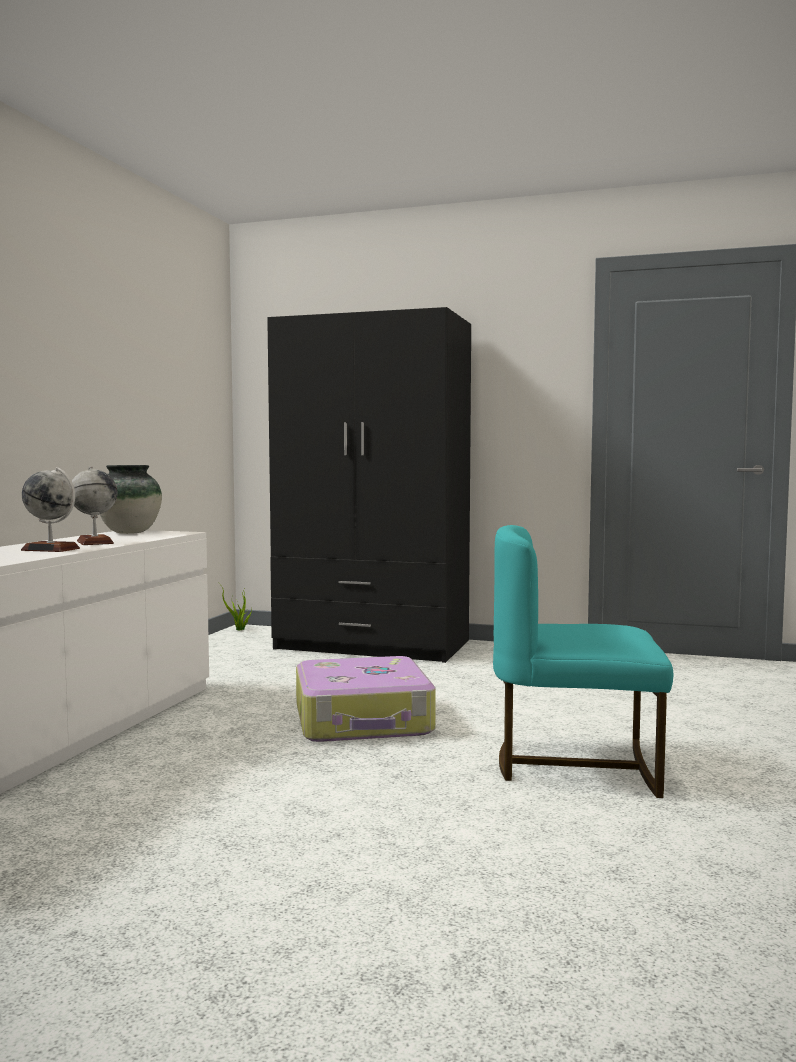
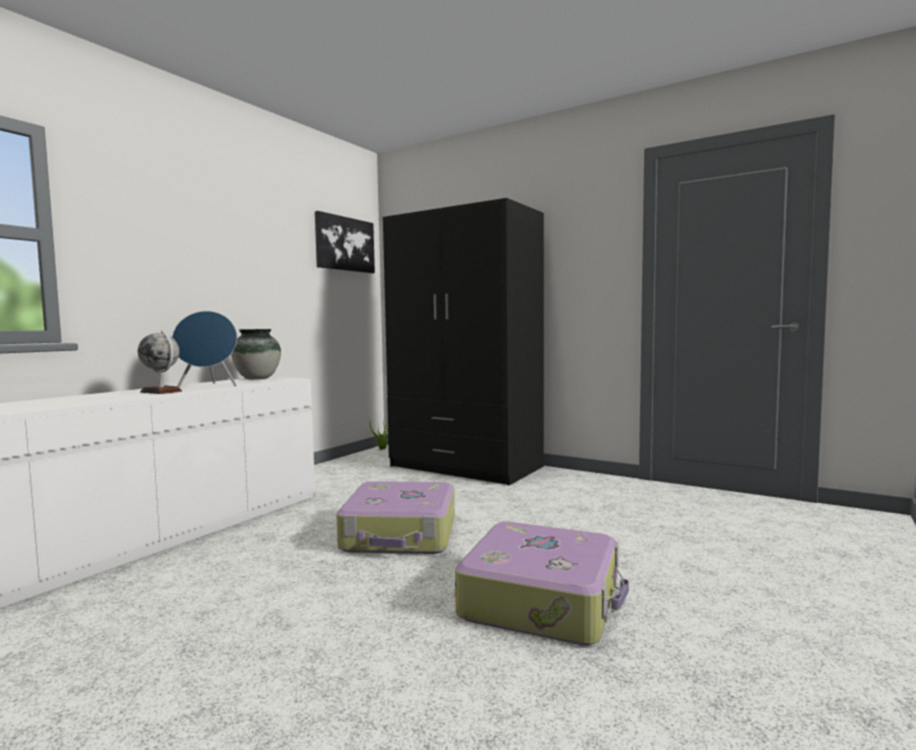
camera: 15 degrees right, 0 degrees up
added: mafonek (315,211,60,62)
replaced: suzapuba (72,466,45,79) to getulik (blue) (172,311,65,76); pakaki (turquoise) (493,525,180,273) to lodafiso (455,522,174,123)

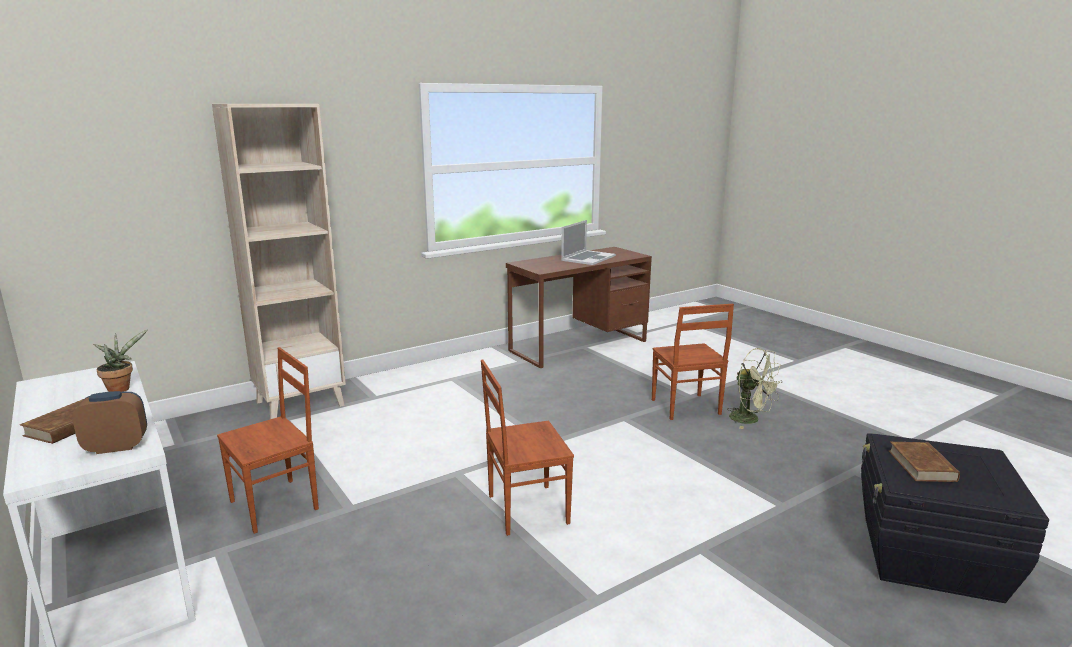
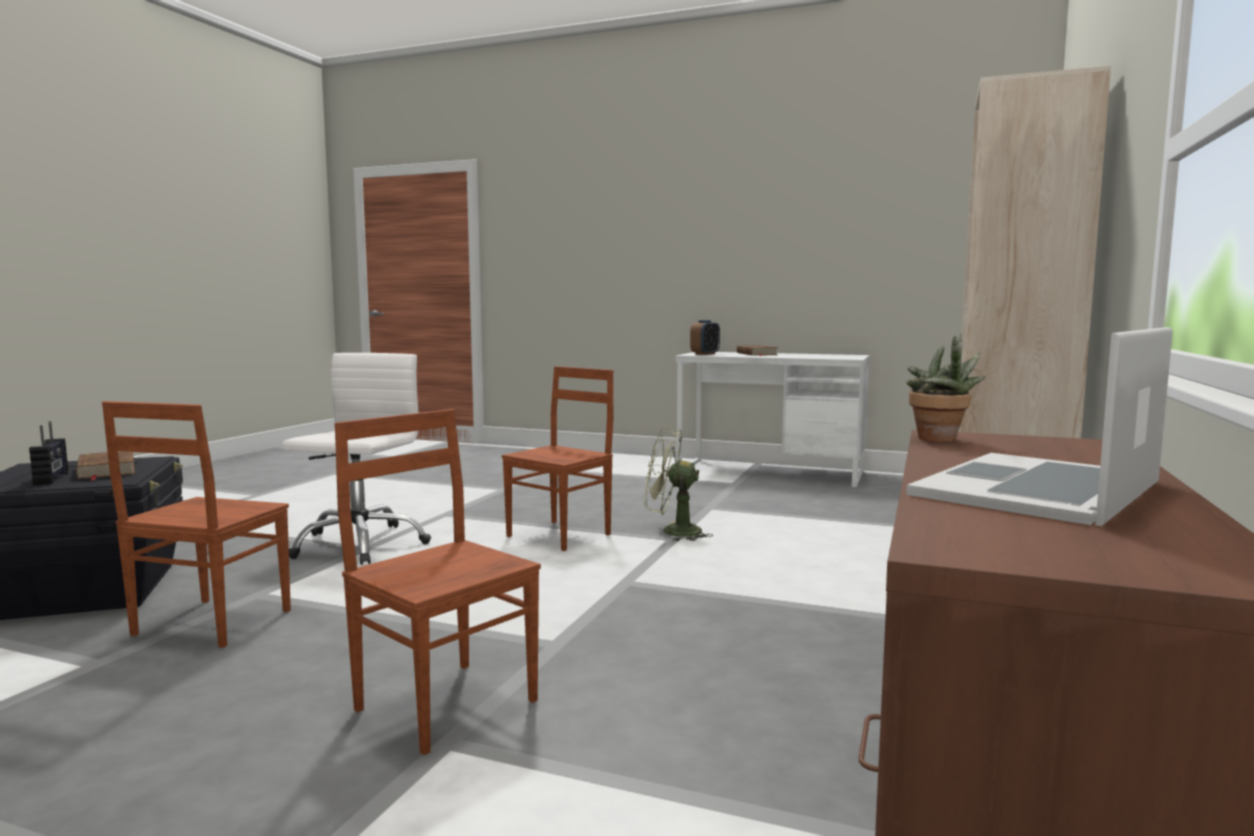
camera: 145 degrees right, 10 degrees down
added: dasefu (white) (282,353,149,212); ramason (29,422,39,63)
moved: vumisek (93,329,55,63) to (906,333,80,109); pakaki (brown) (217,347,102,187) to (102,401,189,247); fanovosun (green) (727,348,55,81) to (644,428,69,113)
turned: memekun (561,220,55,45) = (906,327,267,199) 45 degrees clockwise

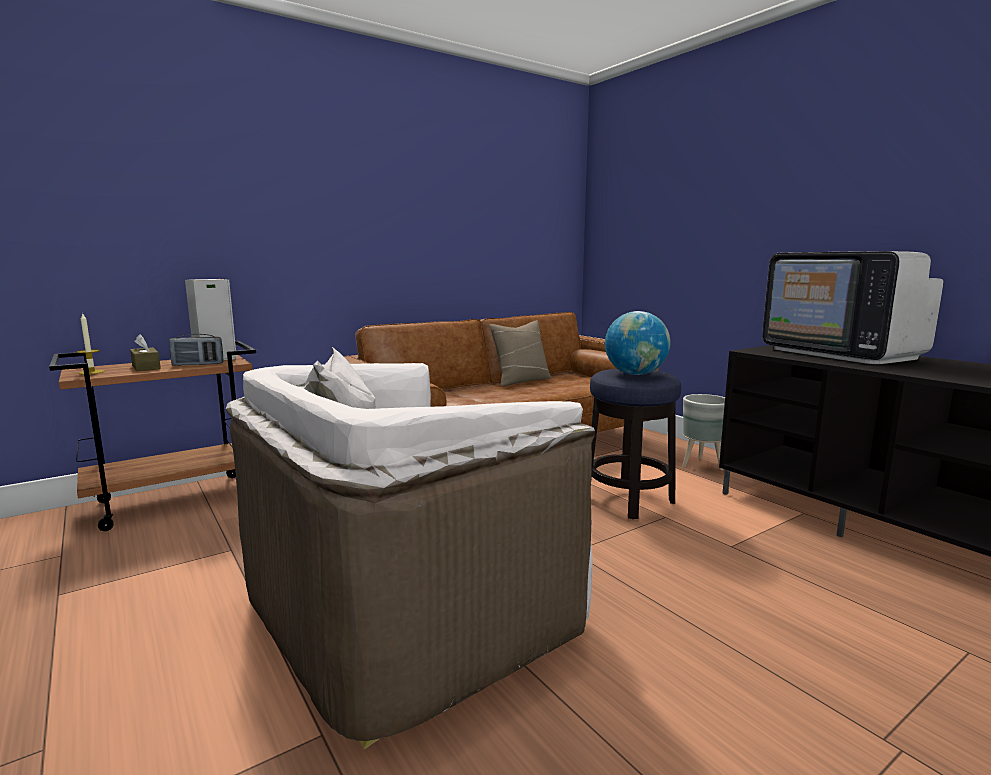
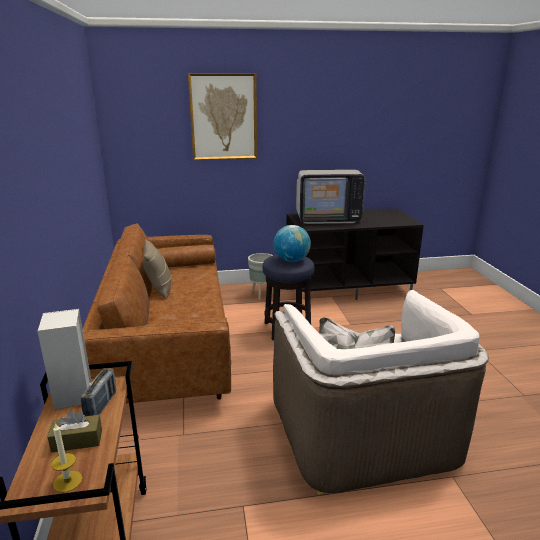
camera: 65 degrees left, 10 degrees up
added: mafonek (188,73,69,87)

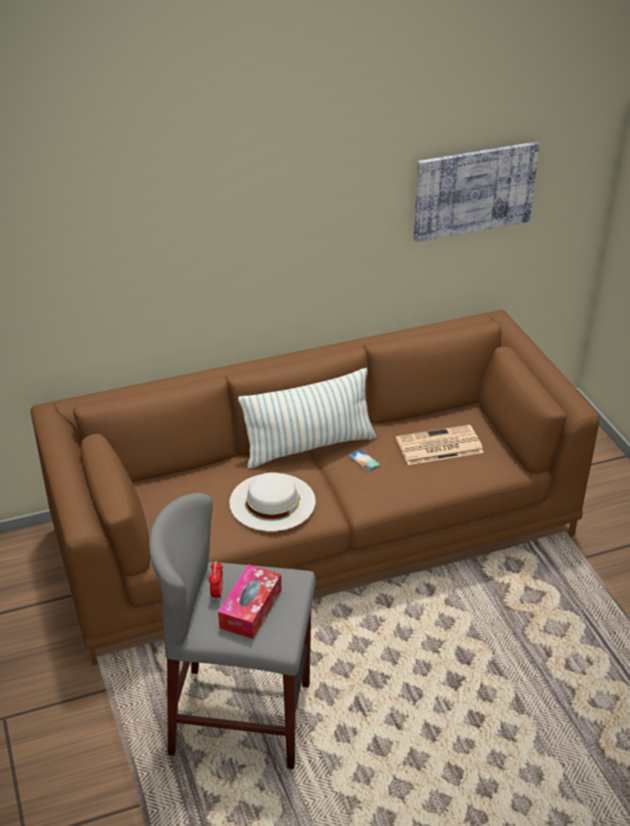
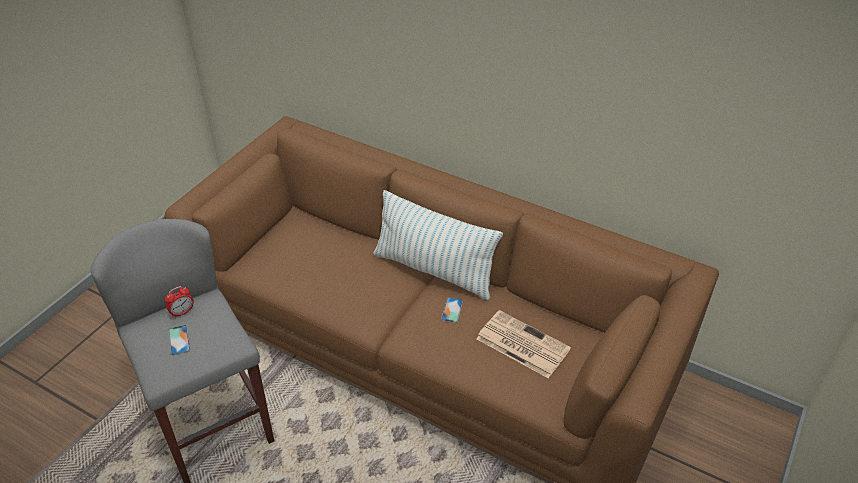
camera: 50 degrees right, 5 degrees up
removed: mafonek (413,142,127,100); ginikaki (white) (229,472,87,59)
replaced: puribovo (218,564,64,75) to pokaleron (168,325,22,30)

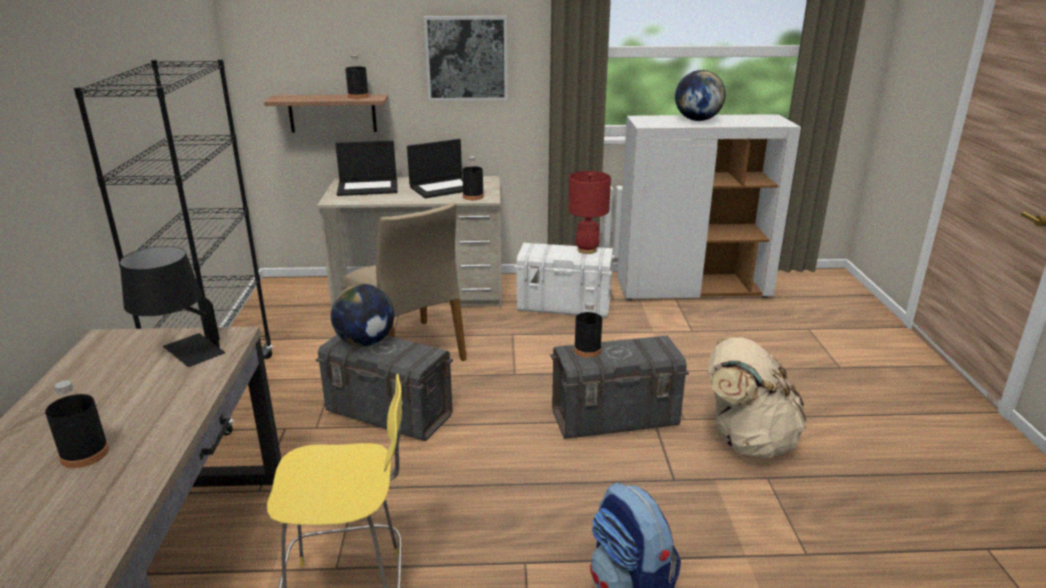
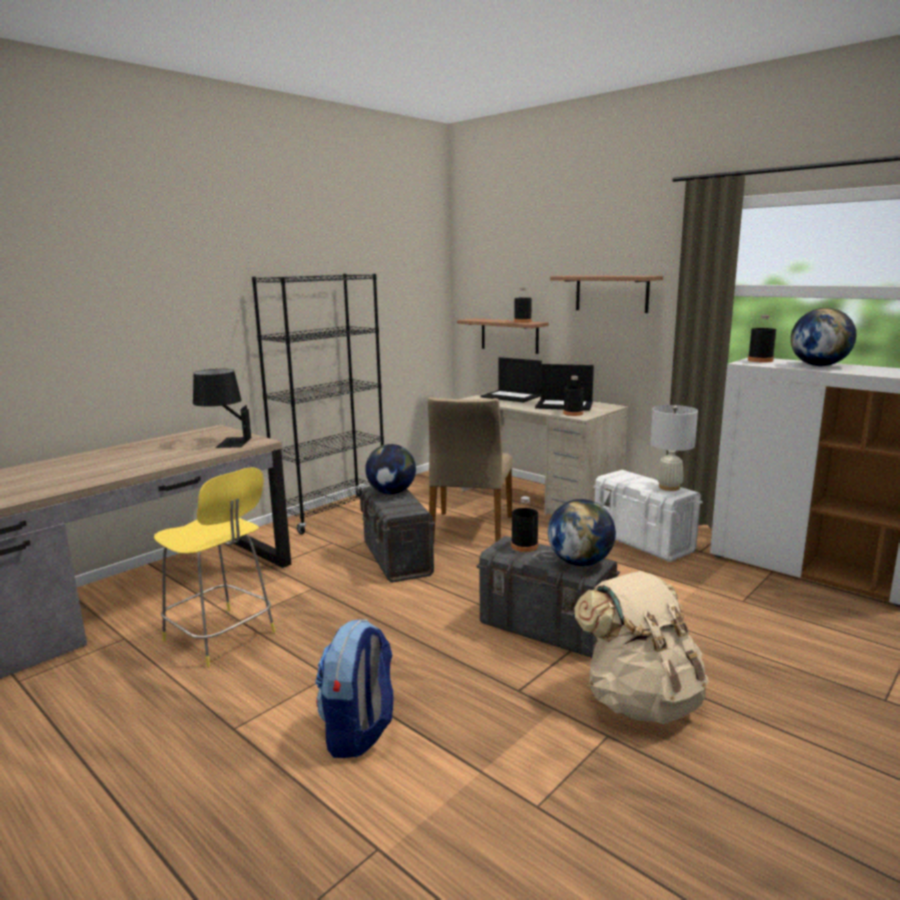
camera: 45 degrees right, 10 degrees down
added: suzapuba (548,499,68,67)
moved: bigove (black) (45,380,64,88) to (748,315,28,48)
replaced: mafonek (424,16,84,85) to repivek (550,276,113,37)
recoloured: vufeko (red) (568,171,43,83) to vufeko (white) (650,405,48,86)

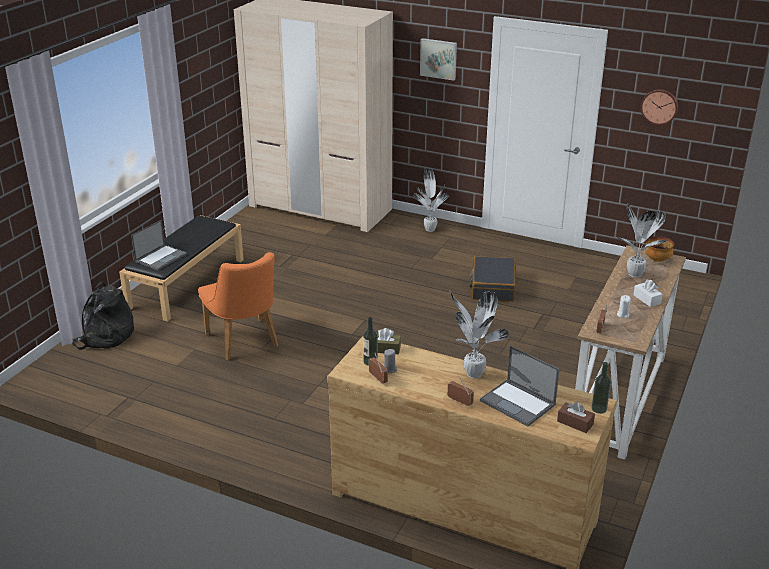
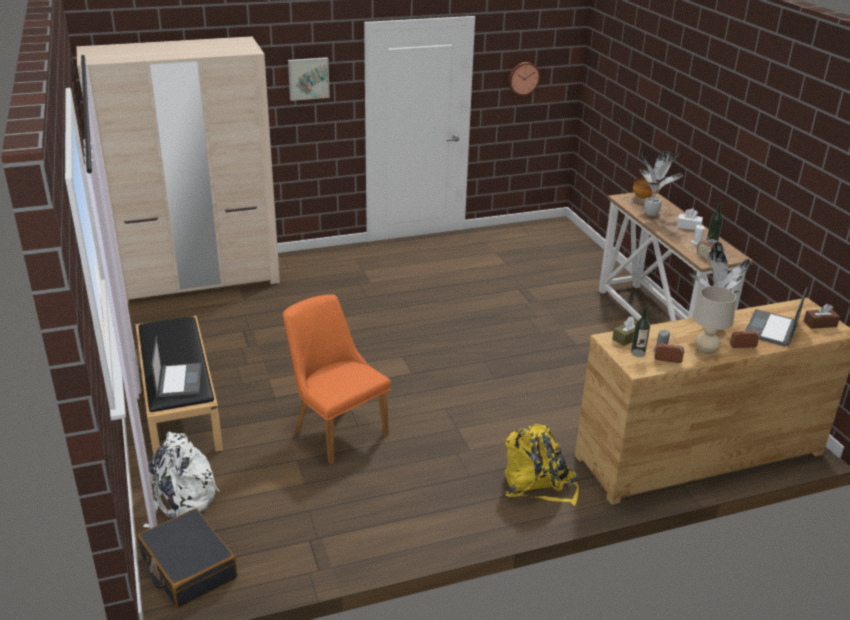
camera: 45 degrees left, 0 degrees up
removed: vumisek (413,168,35,64)
added: vufeko (beige) (693,286,43,69); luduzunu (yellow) (505,424,74,82)
moved: lodafiso (black) (469,256,47,46) to (137,508,100,100); bigove (592,362,19,52) to (707,202,16,42)
recoloured: luduzunu (black) (72,282,62,68) to luduzunu (white) (143,431,76,97)
turned: pakaki (orange) (198,252,80,109) = (283,295,108,169) 150 degrees counterclockwise; memekun (480,346,80,81) = (745,287,62,60) 120 degrees clockwise

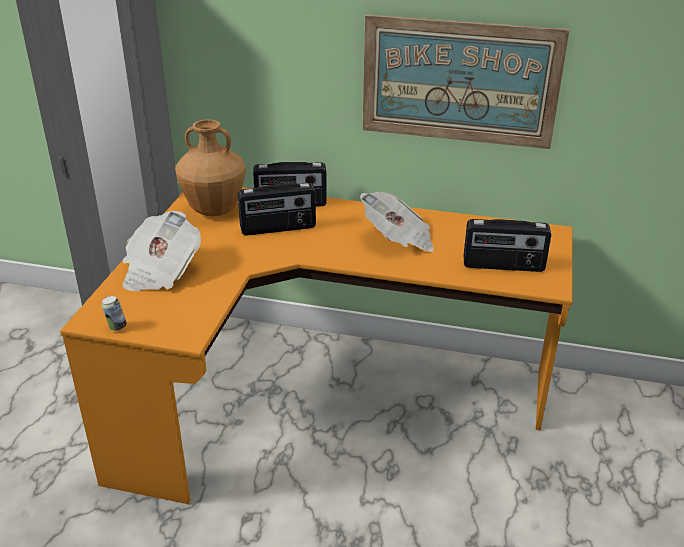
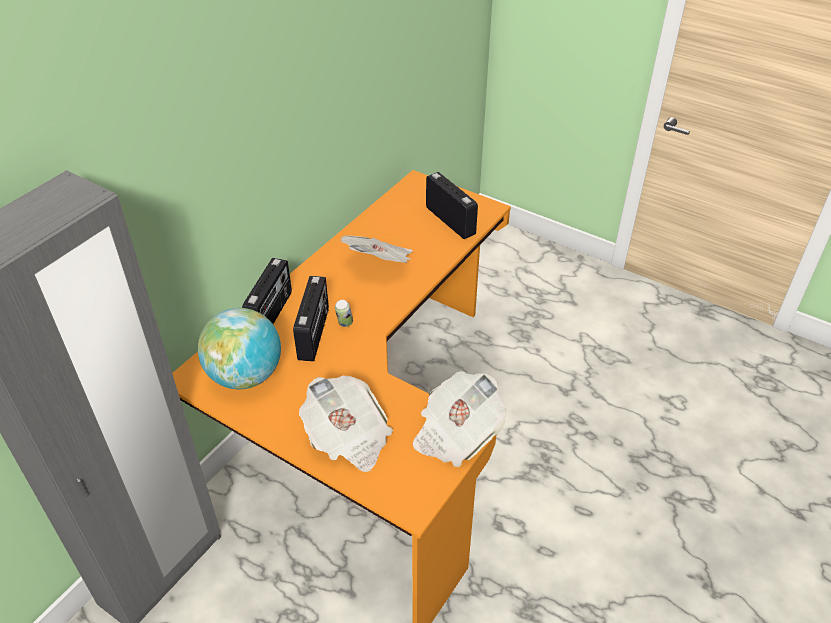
camera: 70 degrees left, 10 degrees up
removed: mafonek (363,15,206,134)
added: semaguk (413,371,93,96)
moved: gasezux (101,296,26,35) to (335,300,18,27)
replaced: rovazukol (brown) (175,120,71,96) to suzapuba (198,308,83,81)
turned: ramason (463,219,88,53) = (426,172,52,67) 60 degrees counterclockwise

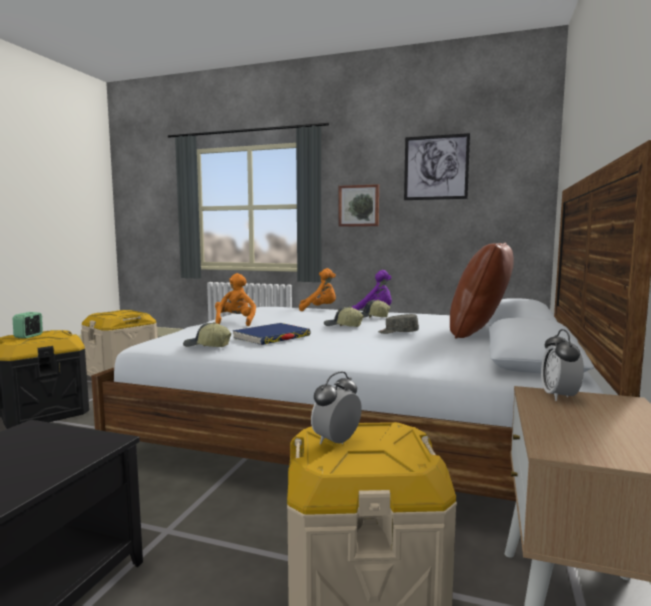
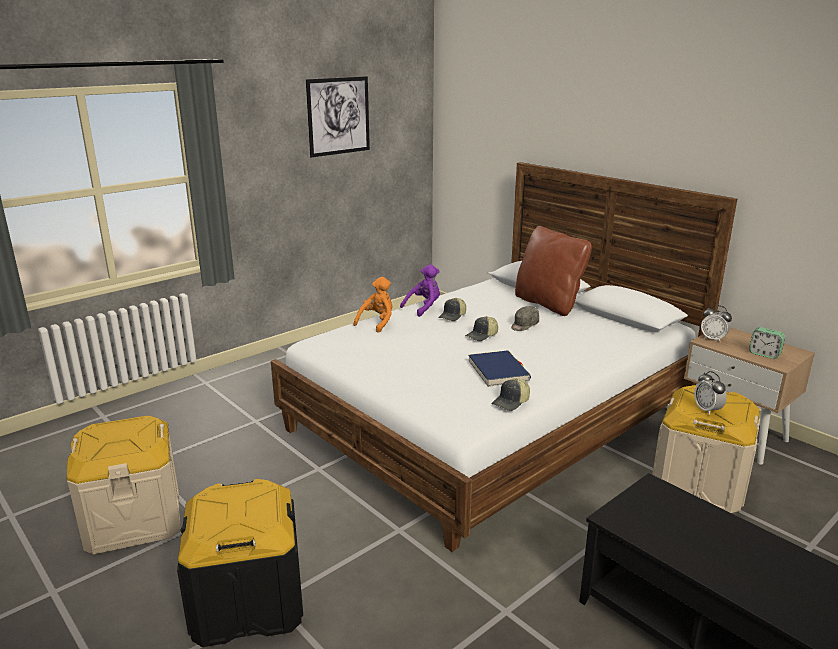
camera: 60 degrees left, 15 degrees up
removed: mafonek (338,184,41,43); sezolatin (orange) (215,273,41,53)
moved: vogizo (13,312,30,26) to (749,327,36,32)

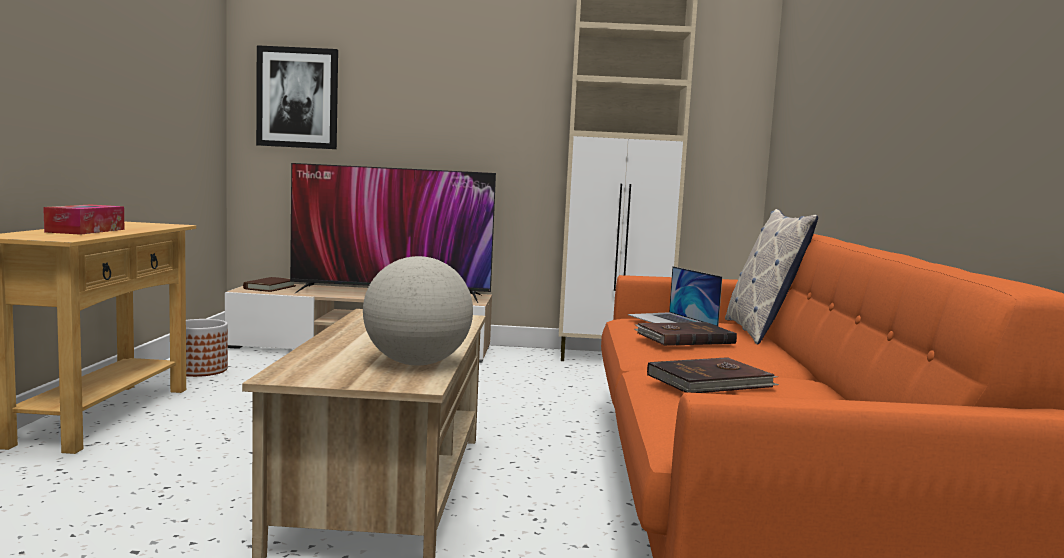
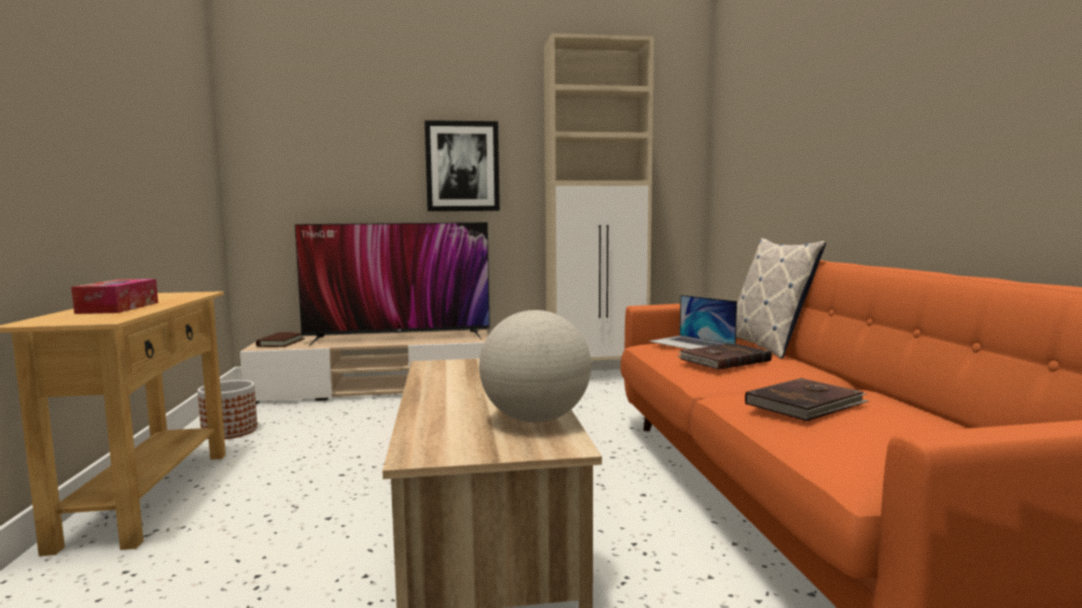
camera: 10 degrees left, 0 degrees up
moved: mafonek (256,45,82,104) to (425,120,75,91)

